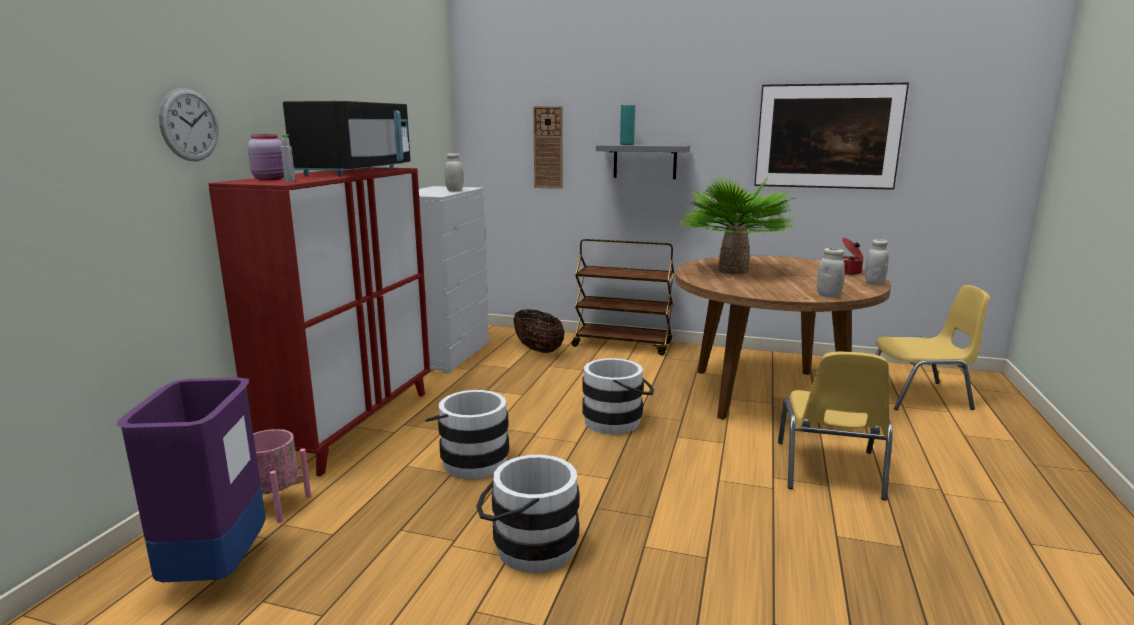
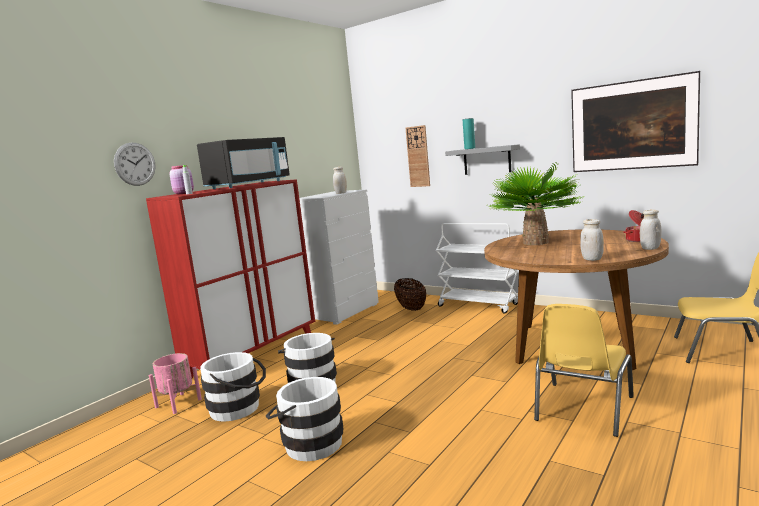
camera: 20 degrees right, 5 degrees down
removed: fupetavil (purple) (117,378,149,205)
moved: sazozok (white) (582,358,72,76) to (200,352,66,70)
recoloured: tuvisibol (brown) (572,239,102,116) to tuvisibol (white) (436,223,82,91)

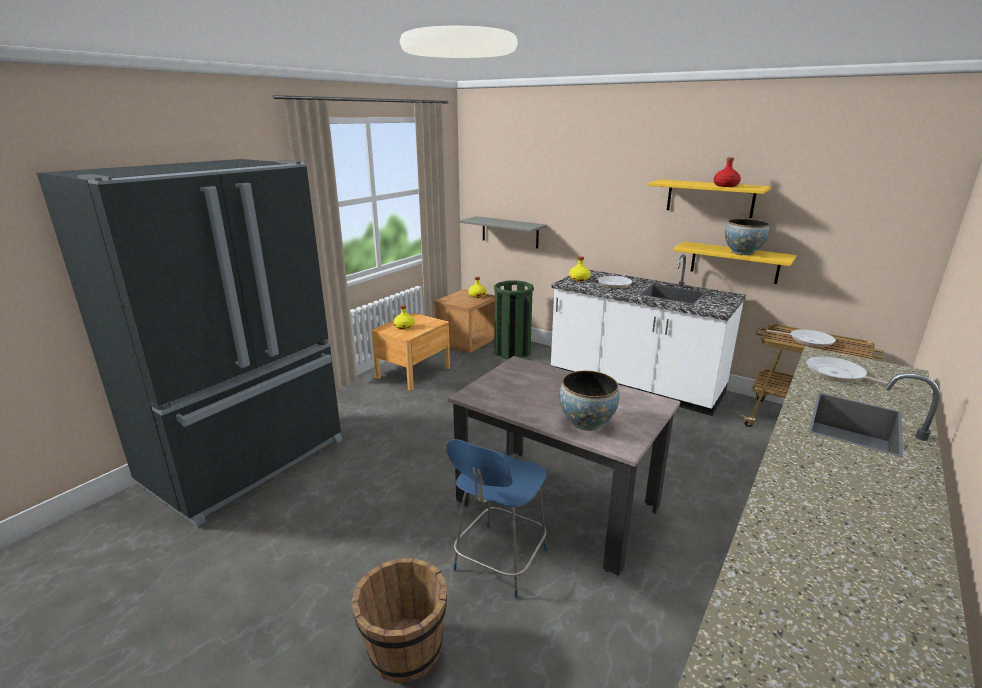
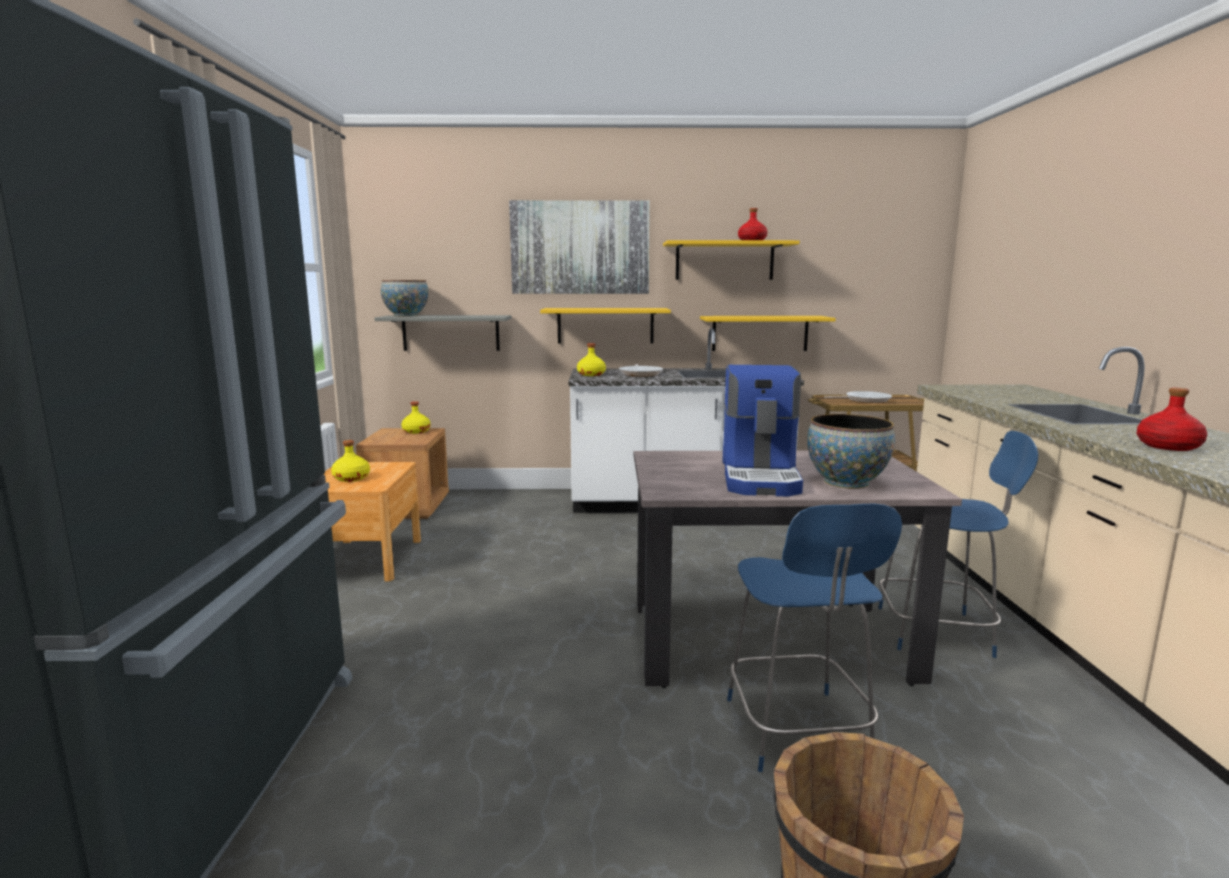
camera: 35 degrees left, 10 degrees down
removed: fupetavil (green) (494,280,40,80); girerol (806,356,97,32)
added: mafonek (509,200,141,94); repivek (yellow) (540,308,131,36); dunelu (723,365,80,132); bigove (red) (1137,388,70,63); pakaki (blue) (878,431,160,227)
moved: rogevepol (725,219,44,36) to (381,280,47,37)

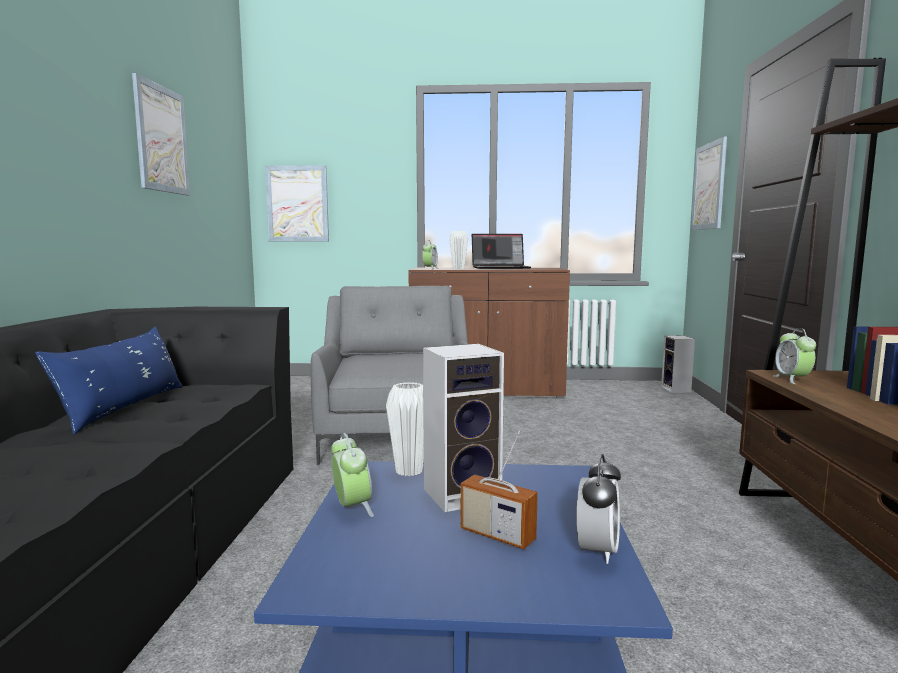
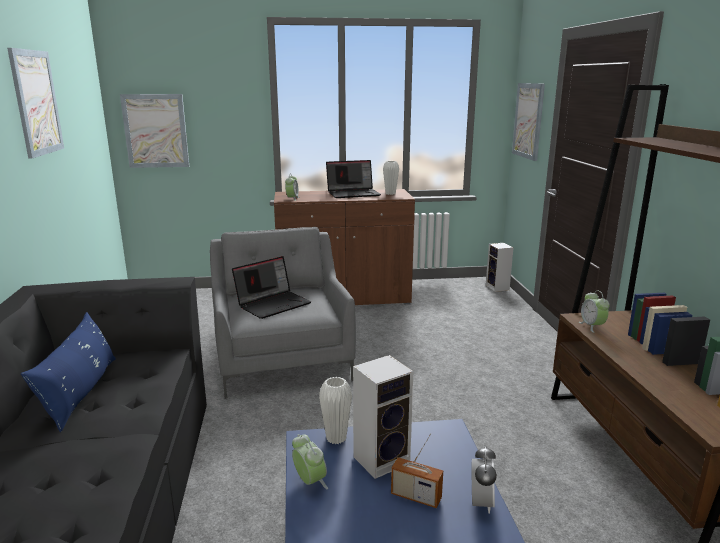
camera: 10 degrees left, 10 degrees up
added: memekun (232,256,79,63)
moved: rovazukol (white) (449,231,19,38) to (383,161,16,34)

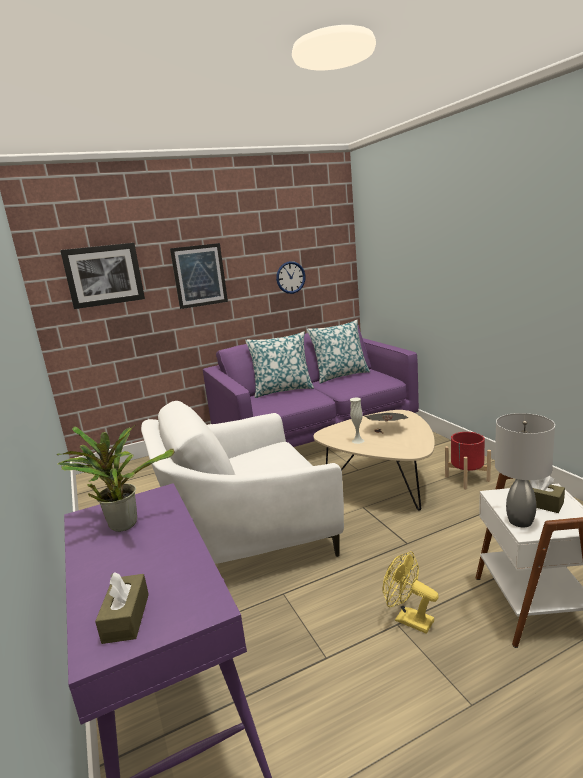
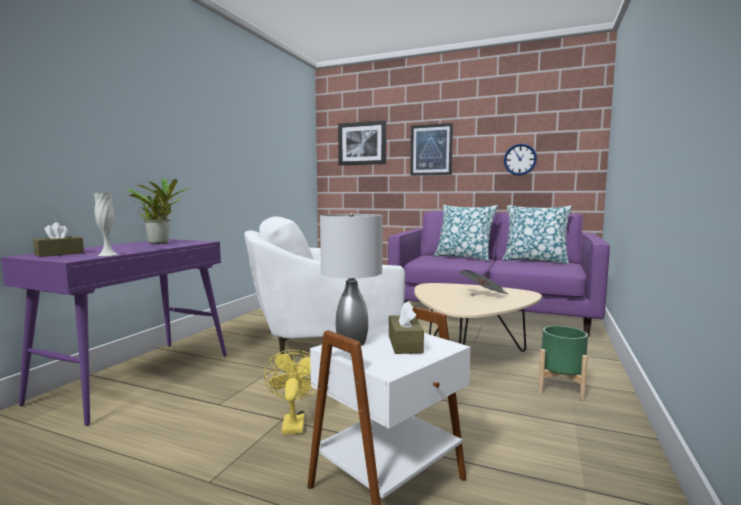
camera: 45 degrees right, 10 degrees down
moved: rovazukol (white) (350,397,14,47) to (94,193,24,63)
recoloured: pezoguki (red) (445,432,46,57) to pezoguki (green) (538,326,50,75)
turned: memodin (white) (141,401,203,163) = (244,217,161,137) 45 degrees counterclockwise

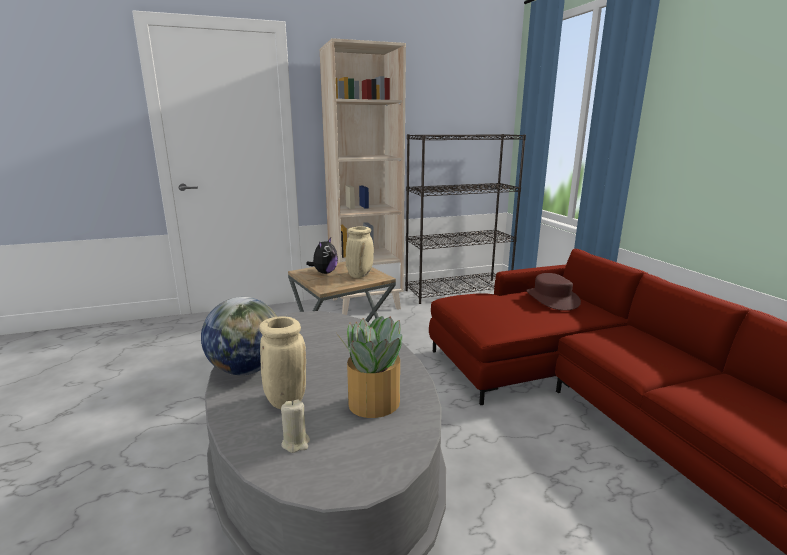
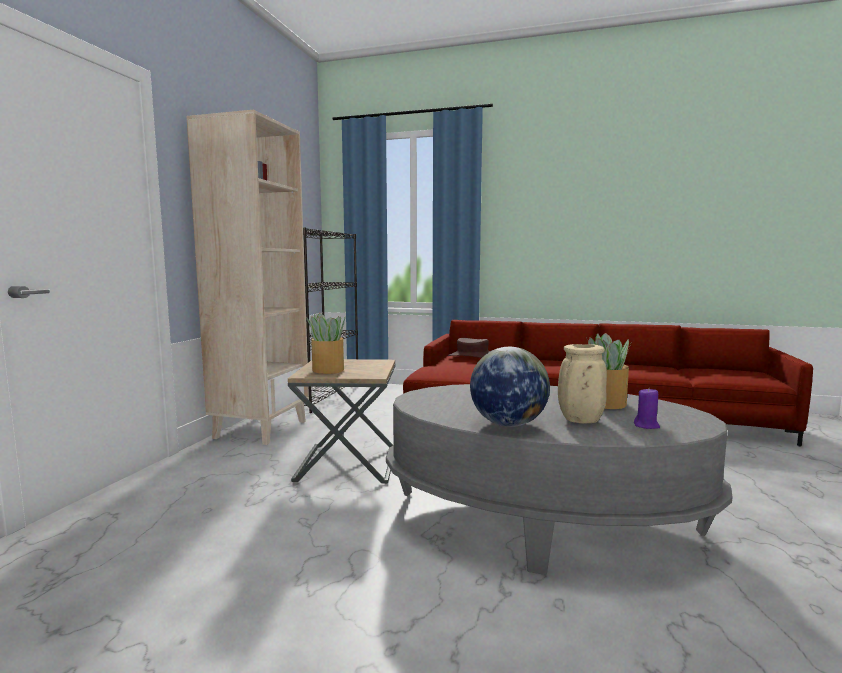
camera: 55 degrees left, 10 degrees down
removed: rovazukol (beige) (346,226,28,52)
replaced: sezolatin (306,238,32,36) to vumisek (306,313,40,61)
recoloured: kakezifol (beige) (281,400,29,53) to kakezifol (purple) (634,388,26,41)

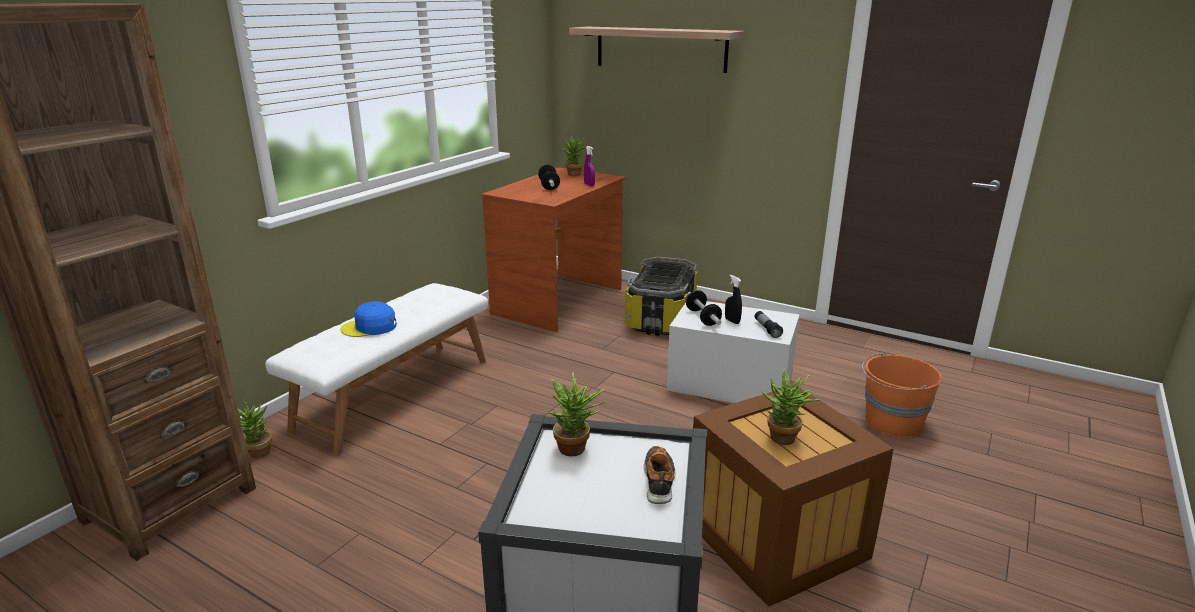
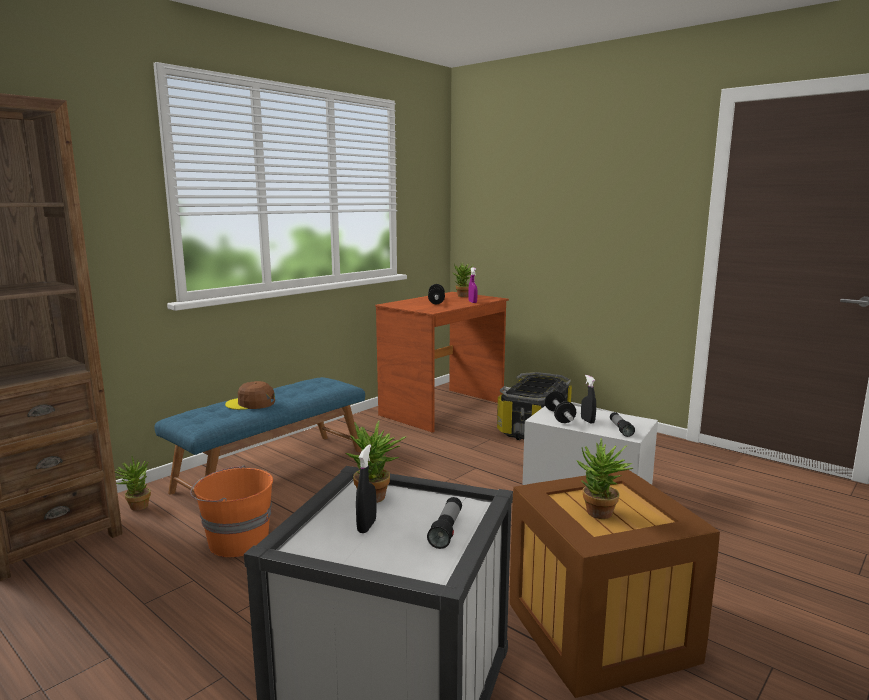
camera: 10 degrees right, 10 degrees down
removed: repivek (569,27,175,46)
added: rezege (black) (356,444,20,89)
moved: sazozok (orange) (862,353,80,85) to (190,465,83,92)
replaced: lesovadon (644,446,32,58) to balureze (427,497,35,52)
recoloured: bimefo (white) (265,283,223,172) to bimefo (blue) (154,377,211,117); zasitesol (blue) (340,301,57,36) to zasitesol (brown) (225,381,50,29)

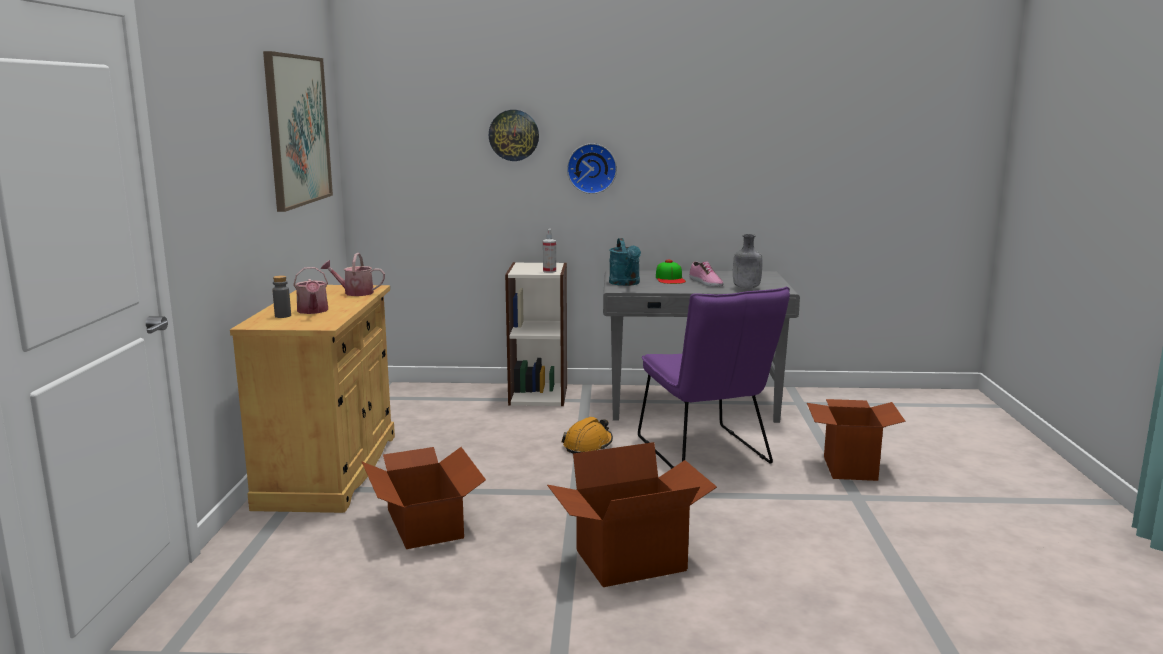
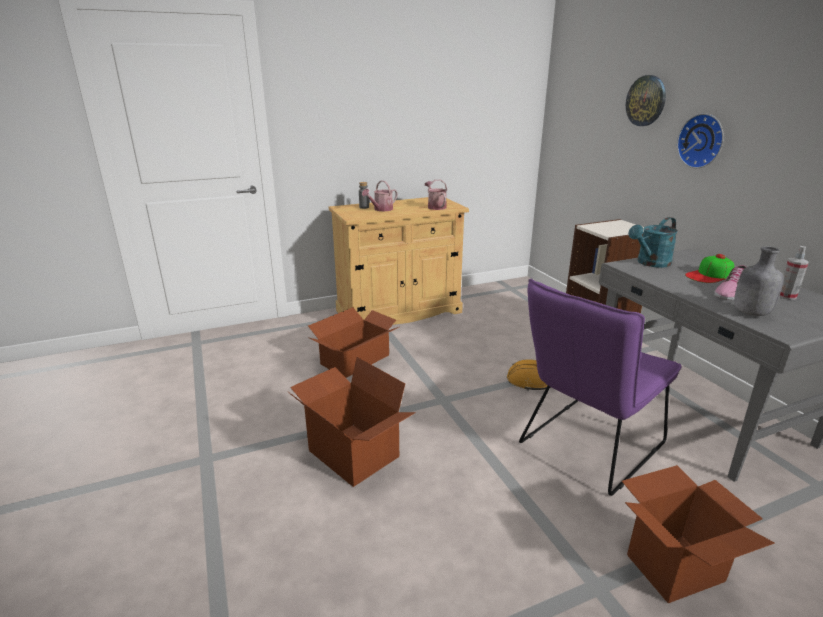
camera: 65 degrees right, 10 degrees up
removed: mafonek (263,51,70,161)
moved: rezege (543,229,13,44) to (779,246,30,54)

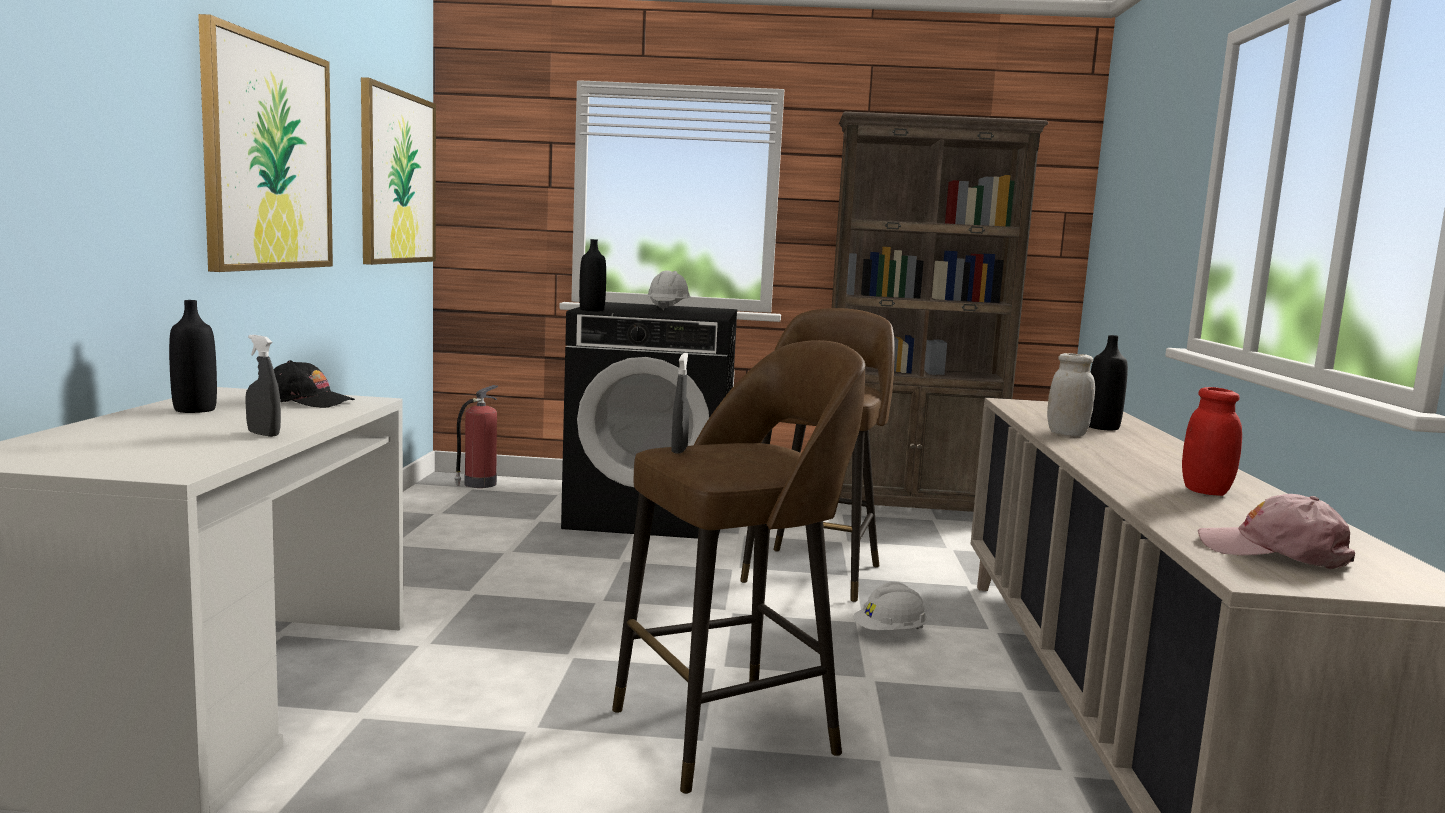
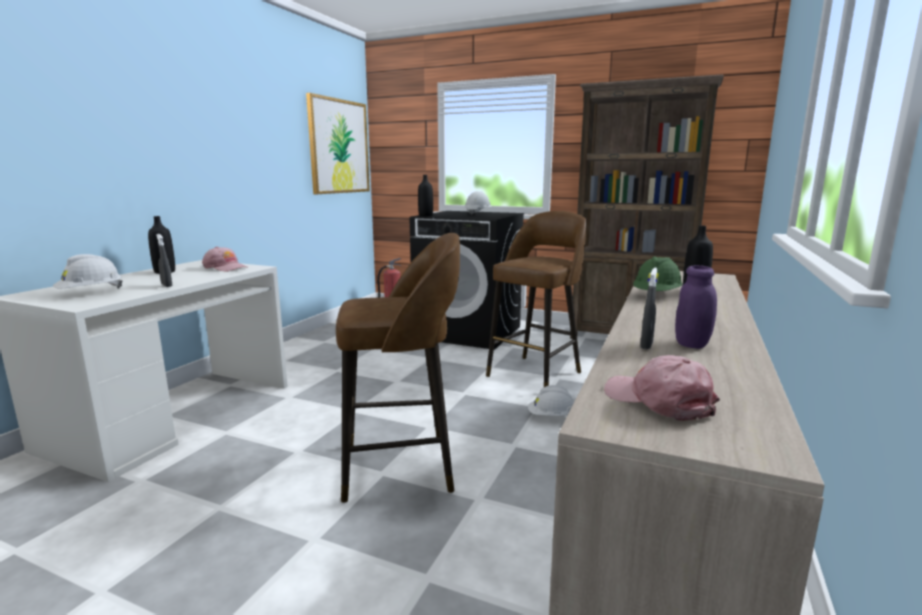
camera: 20 degrees right, 5 degrees up
removed: mafonek (198,14,135,258)
added: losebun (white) (53,254,69,35)
moved: rezege (grey) (671,353,18,101) to (640,267,17,82)
replaced: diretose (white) (1047,353,48,83) to losebun (green) (633,256,50,35)
recoloured: zasitesol (black) (274,360,81,48) to zasitesol (pink) (202,247,45,25); diretose (red) (1182,387,60,109) to diretose (purple) (675,265,42,84)

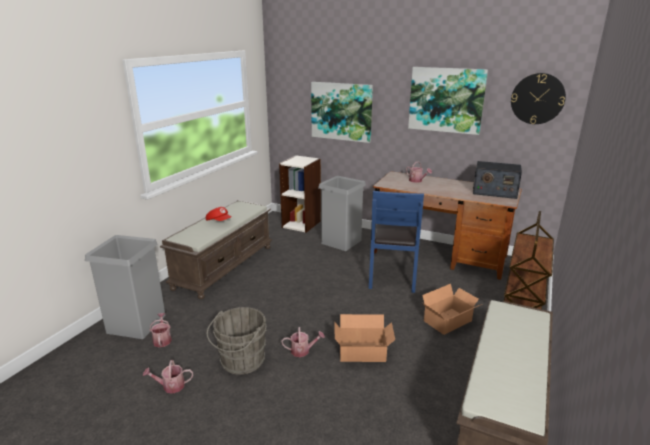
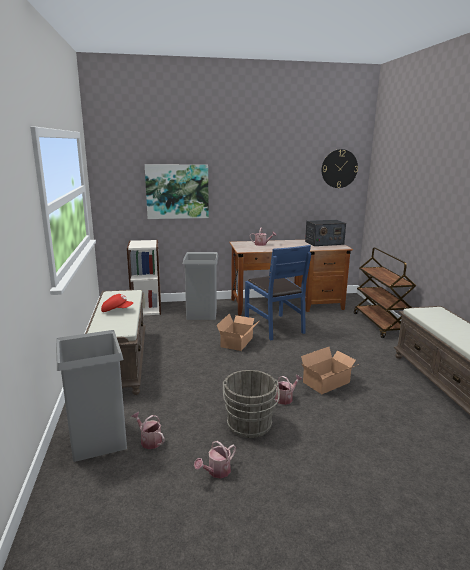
camera: 35 degrees left, 5 degrees down
removed: mafonek (408,67,80,68)
moved: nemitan (422,284,60,51) to (217,313,42,38)

